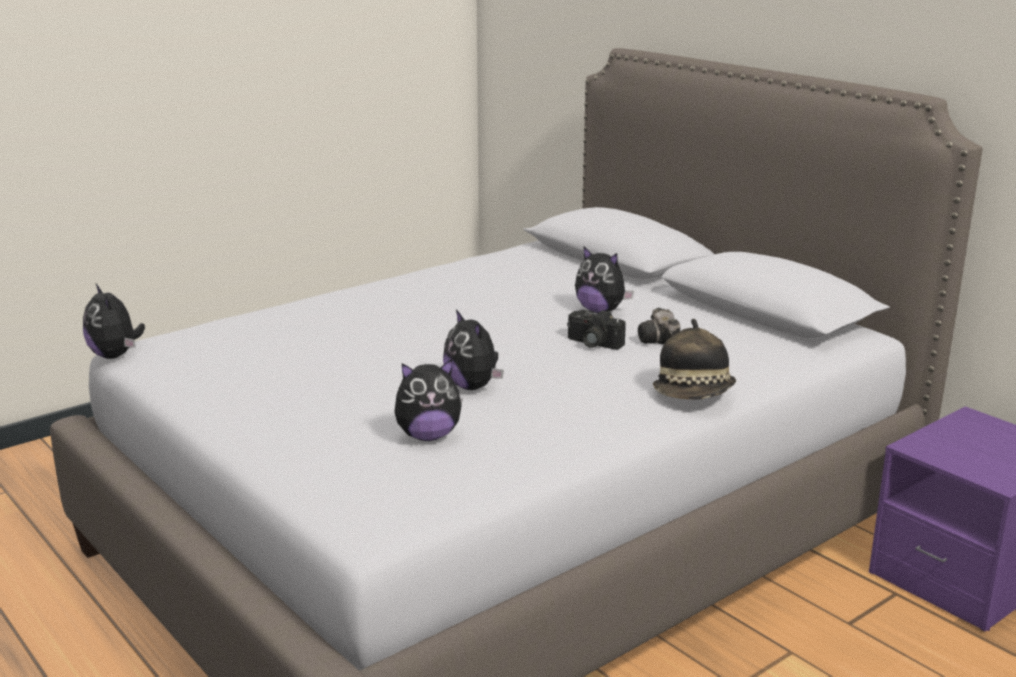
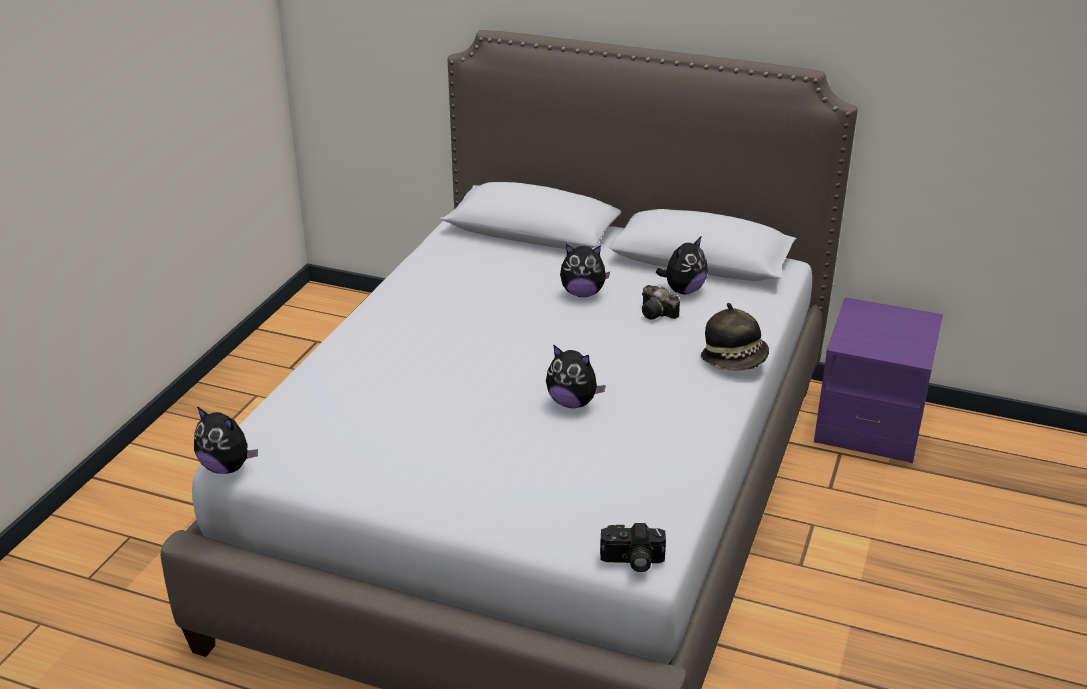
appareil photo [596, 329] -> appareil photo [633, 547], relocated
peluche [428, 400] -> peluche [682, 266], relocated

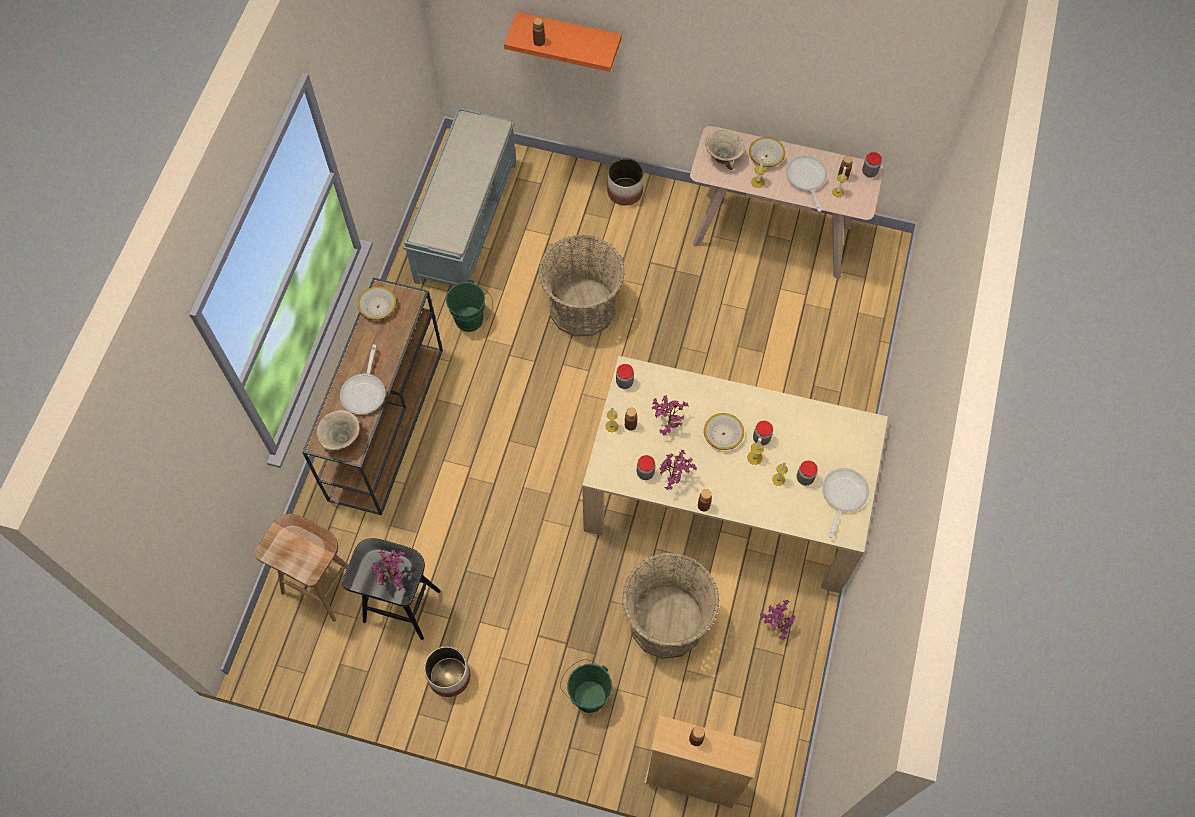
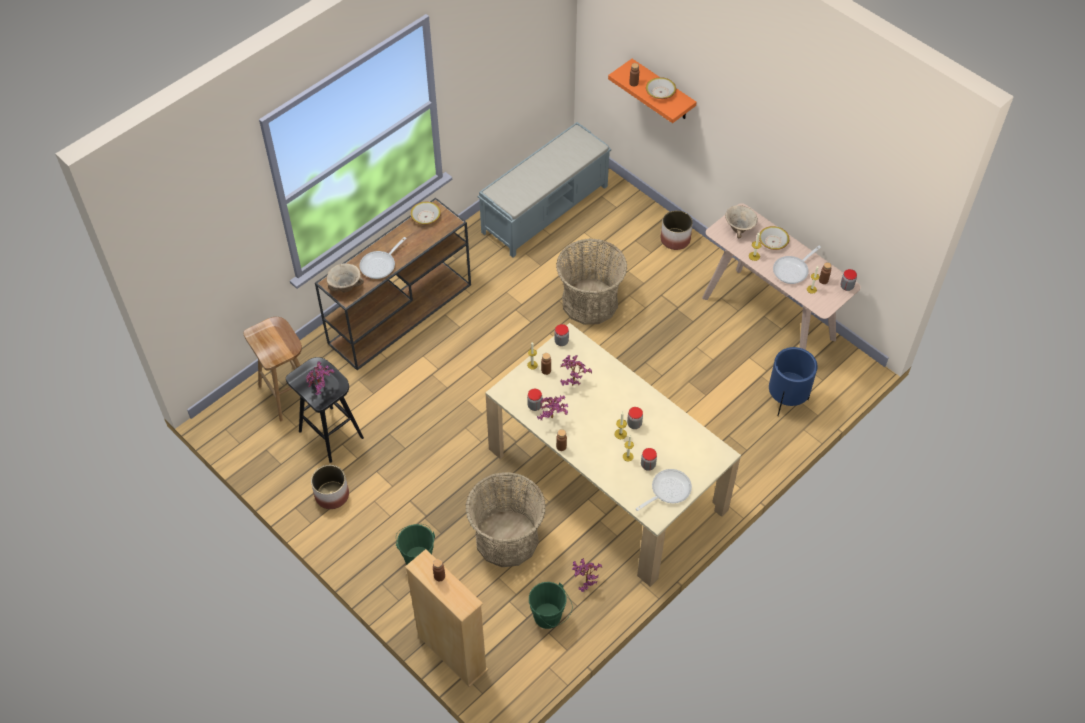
seau [vert] [469, 305] -> seau [vert] [550, 605], relocated
bol [724, 431] -> bol [661, 88], relocated
none -> cache-pot [bleu] [793, 381]
poêle [806, 184] -> poêle [797, 265], 150 degrees counterclockwise

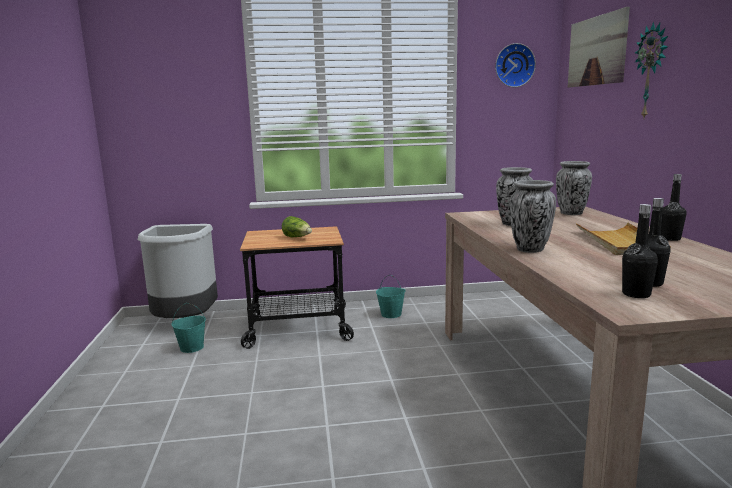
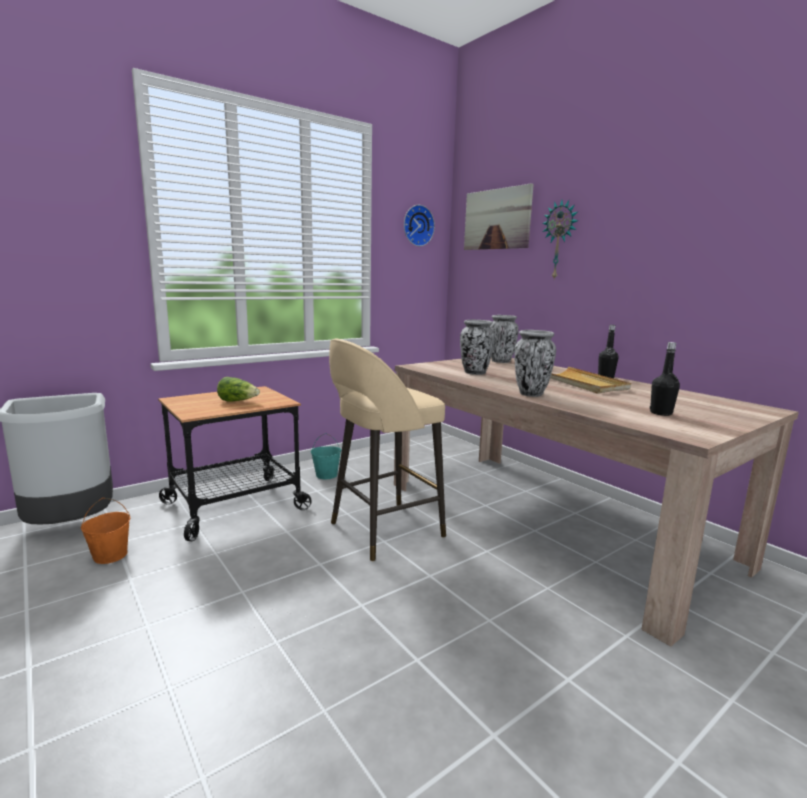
seau [turquoise] [189, 328] -> seau [orange] [105, 531]
none -> tabouret [beige] [387, 450]
bouteille [noir] [640, 251] -> none

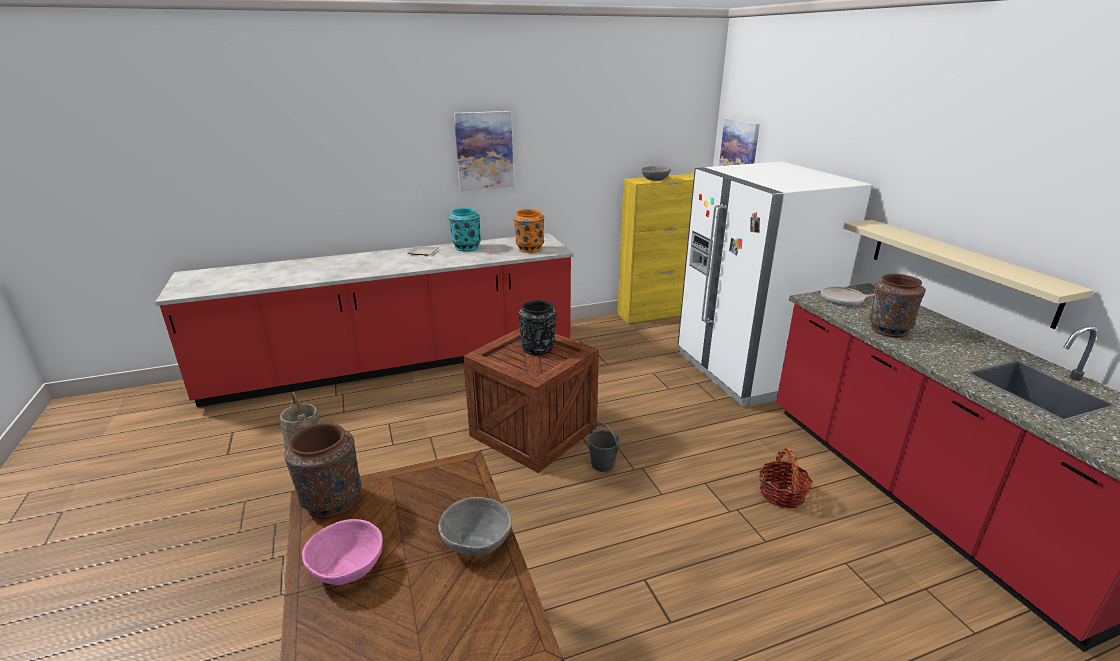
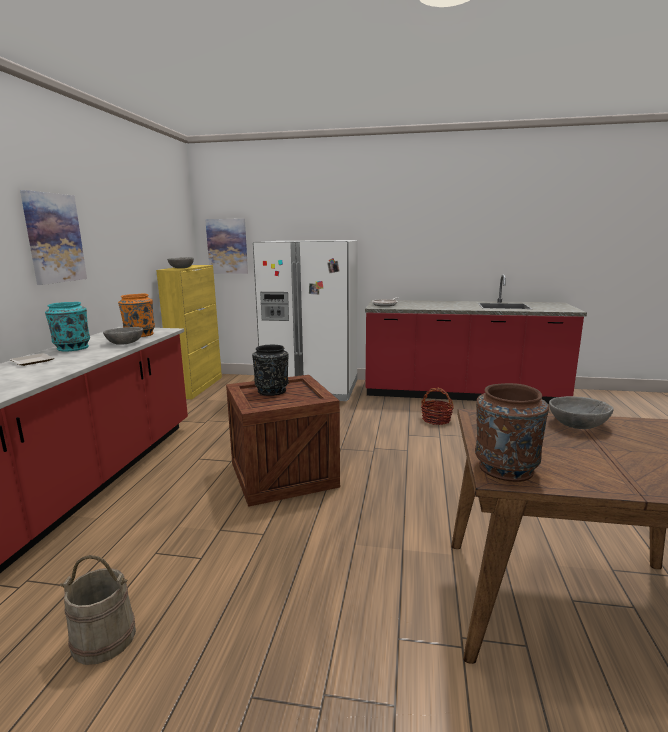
none -> bol [gris] [123, 336]
bol [rose] [342, 552] -> none
seau [gris] [604, 447] -> none
étagère [beige] [968, 274] -> none
vase [marron] [897, 306] -> none

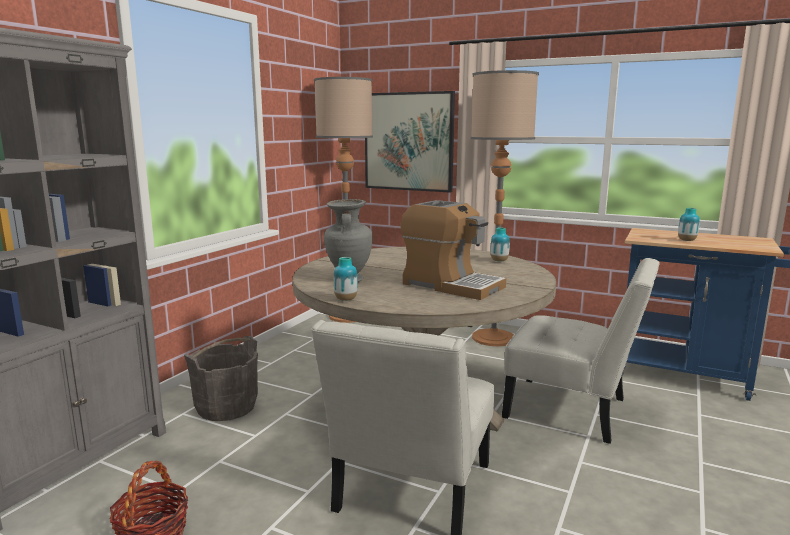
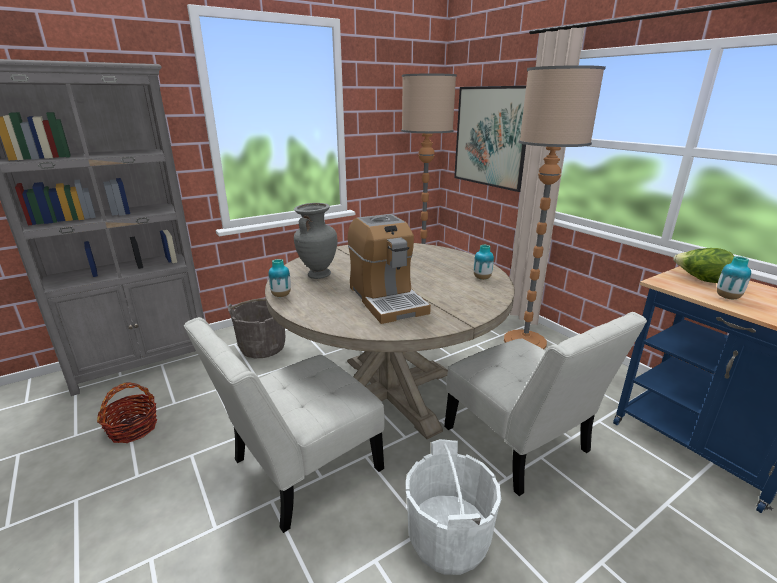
none -> seau [blanc] [453, 507]
none -> laitue [704, 265]

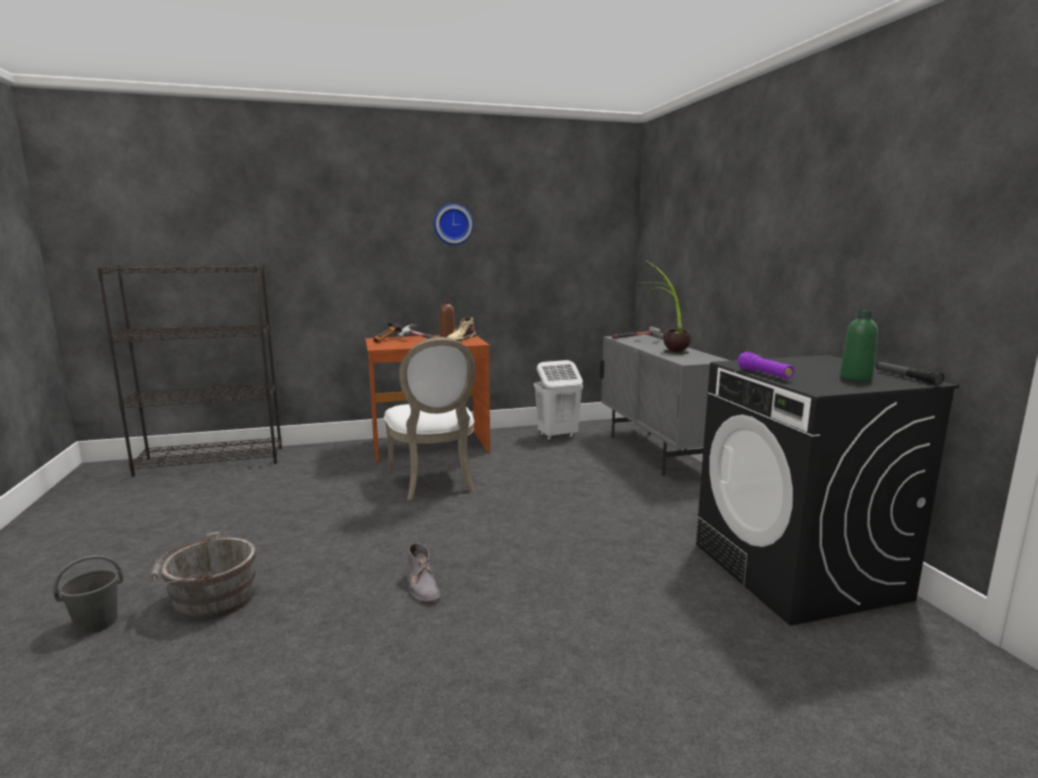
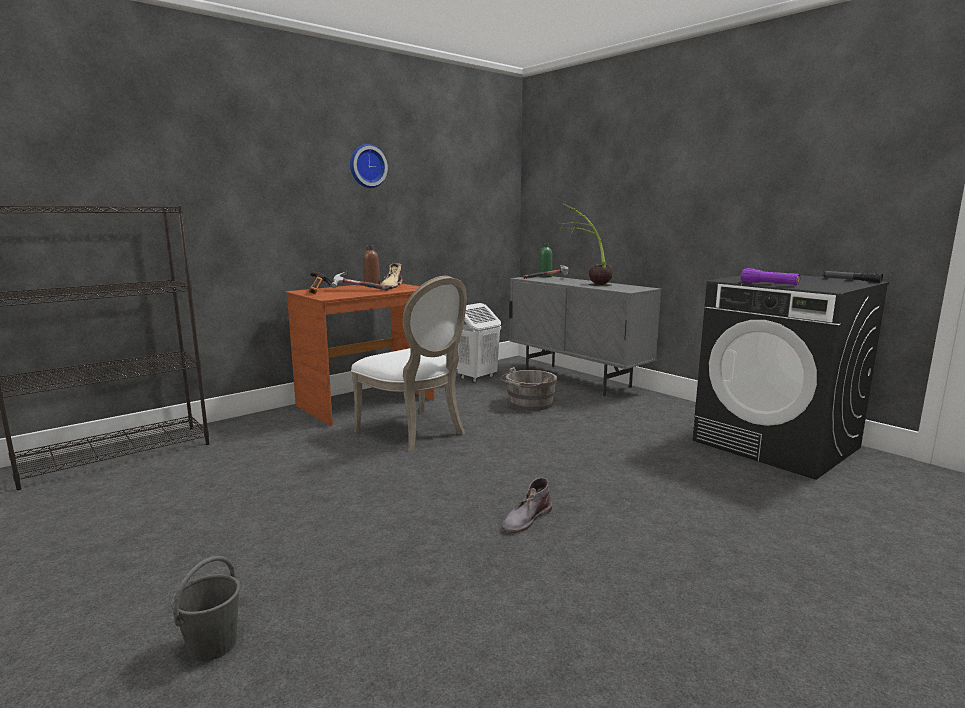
seau [gris] [203, 576] -> seau [gris] [528, 389], relocated
botte [gris] [423, 573] -> botte [gris] [526, 505], 90 degrees clockwise
bouteille [vert] [859, 345] -> bouteille [vert] [545, 260], relocated

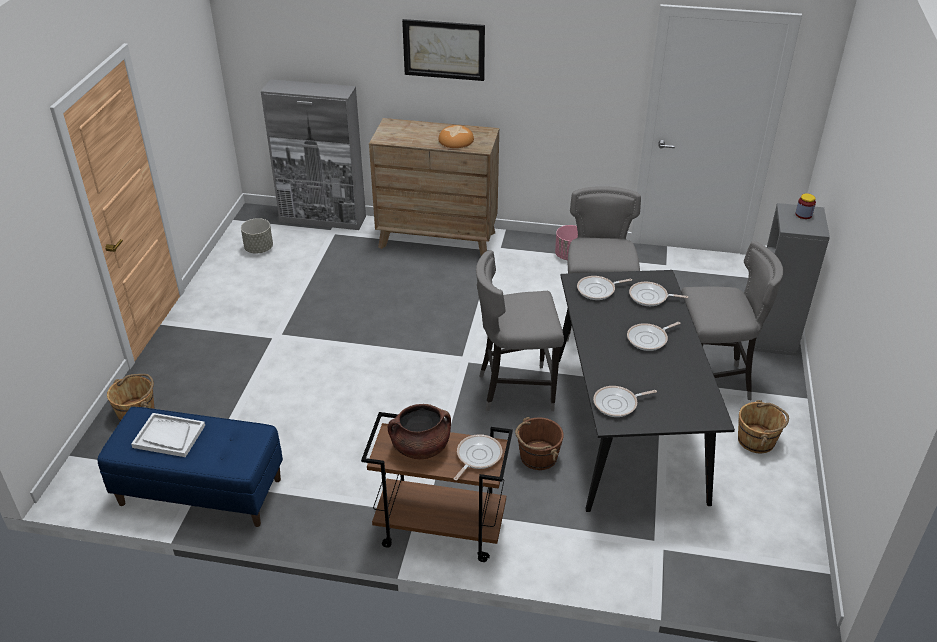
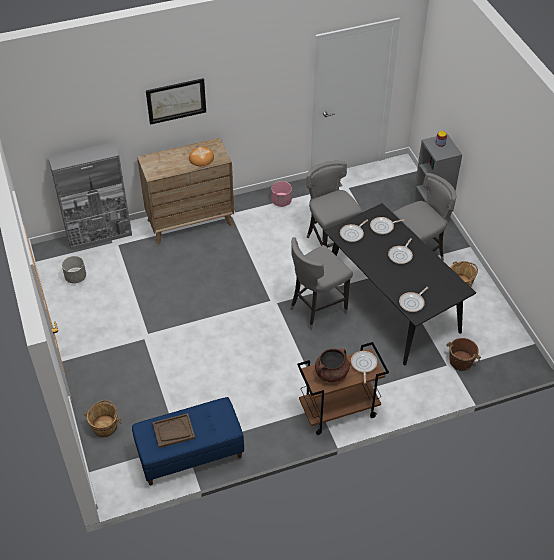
plateau [blanc] [168, 435] -> plateau [marron] [173, 430]
seau [marron] [539, 443] -> seau [marron] [463, 354], relocated

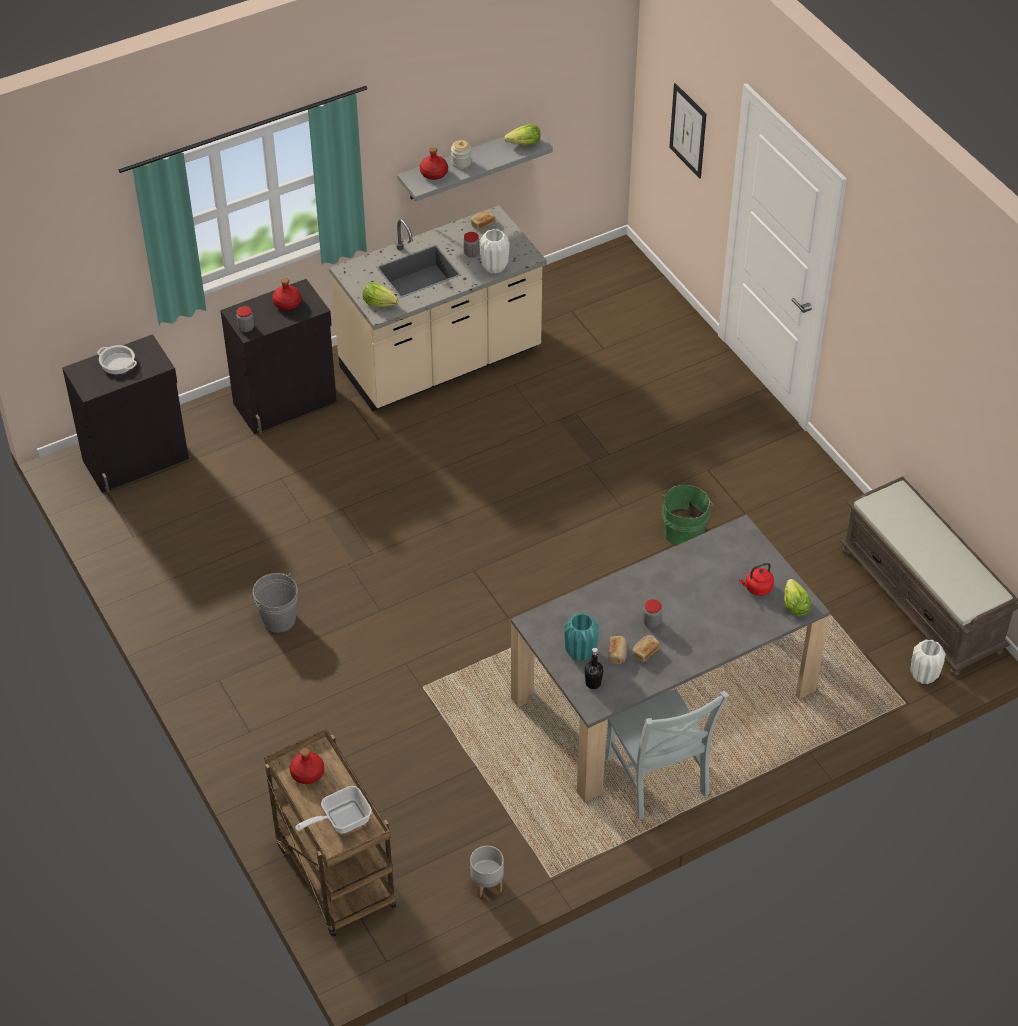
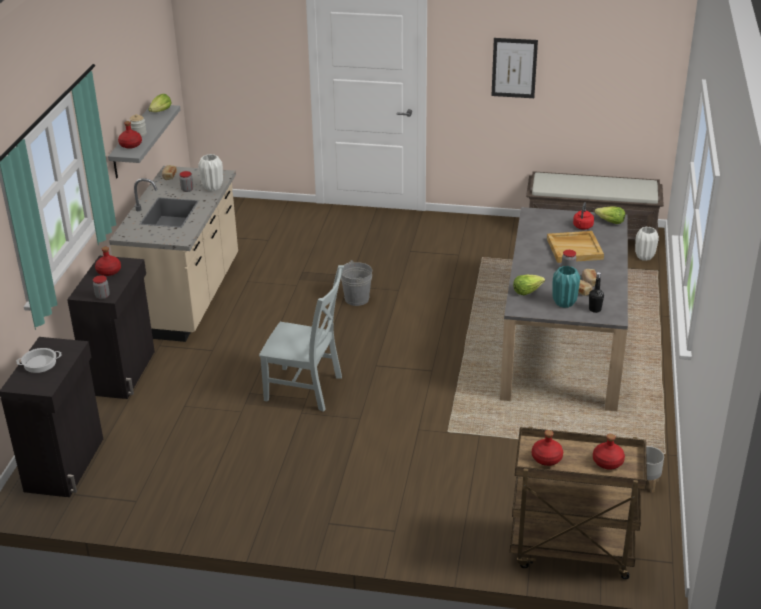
chaise [gris] [667, 754] -> chaise [gris] [301, 338], relocated
seau [gris] [275, 603] -> seau [gris] [356, 283], relocated
tableau [687, 131] -> tableau [514, 68], relocated
laitue [381, 294] -> laitue [529, 285], relocated
none -> plateau [beige] [575, 247]
poêle [333, 810] -> bouteille [rouge] [609, 452]
seau [vert] [688, 515] -> none

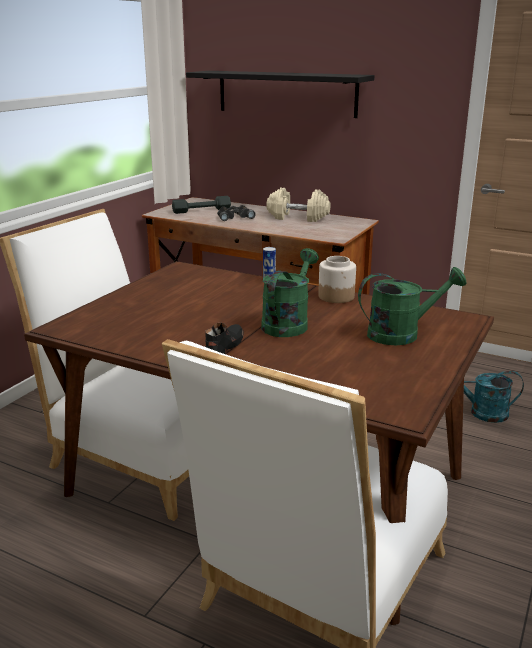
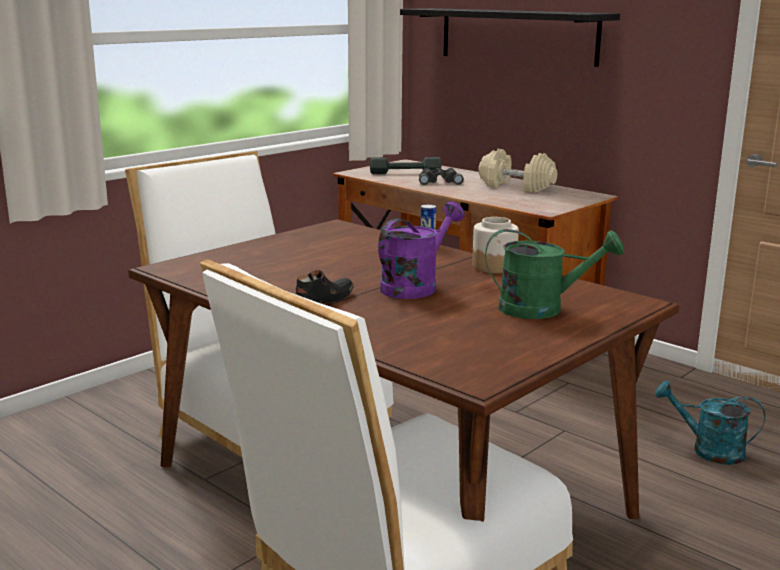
arrosoir [vert] [290, 292] -> arrosoir [violet] [421, 250]

